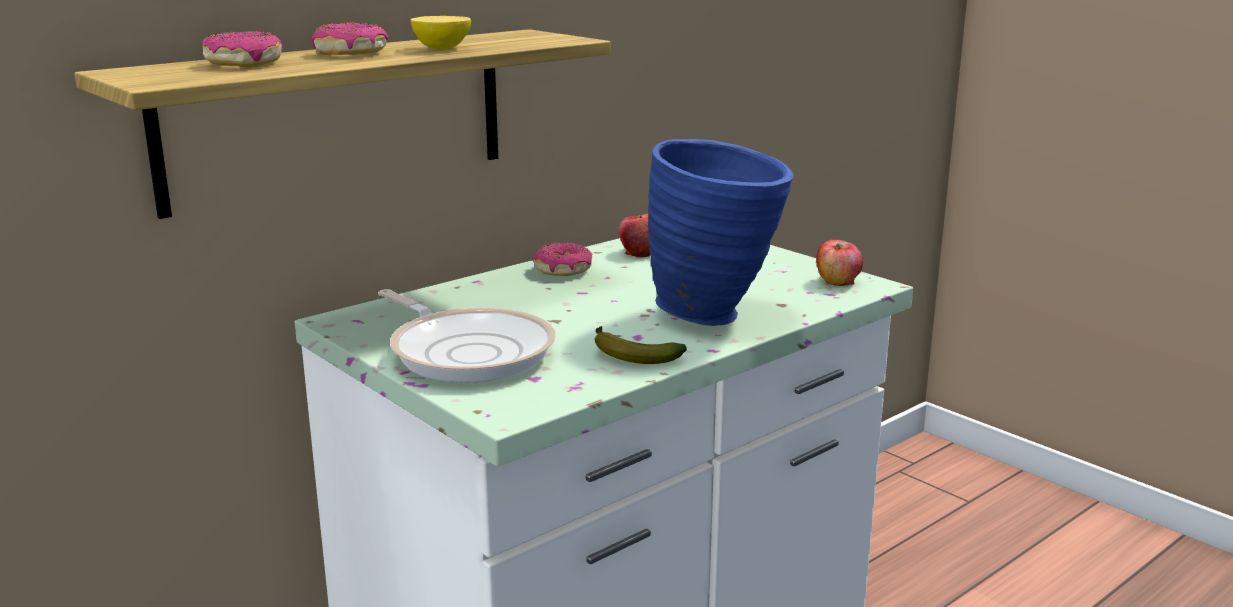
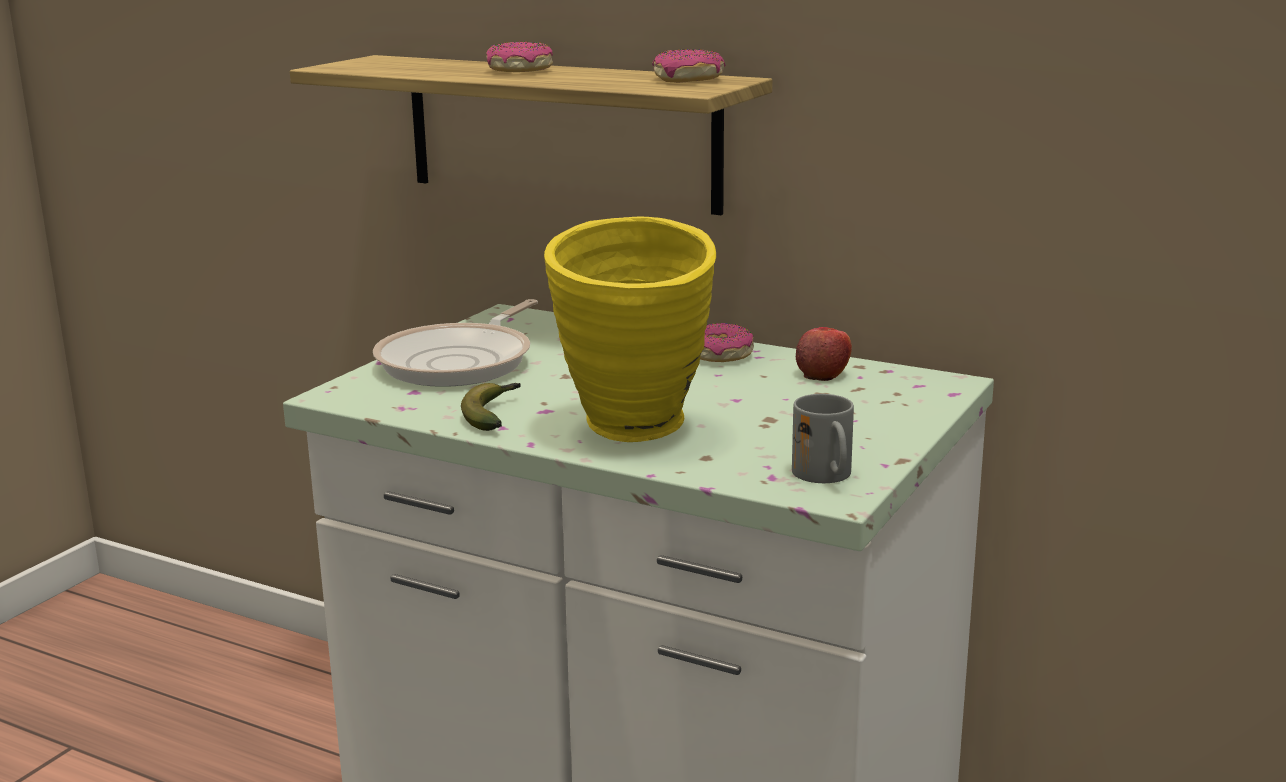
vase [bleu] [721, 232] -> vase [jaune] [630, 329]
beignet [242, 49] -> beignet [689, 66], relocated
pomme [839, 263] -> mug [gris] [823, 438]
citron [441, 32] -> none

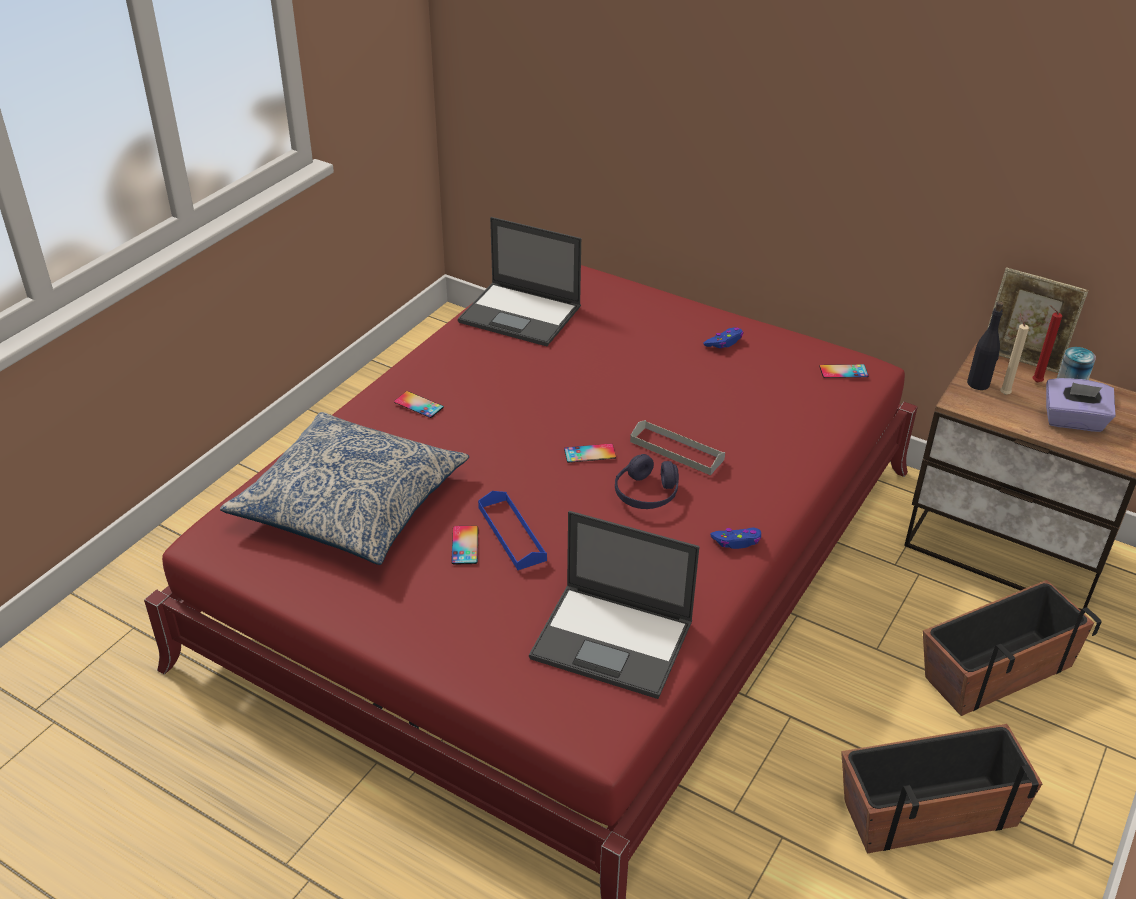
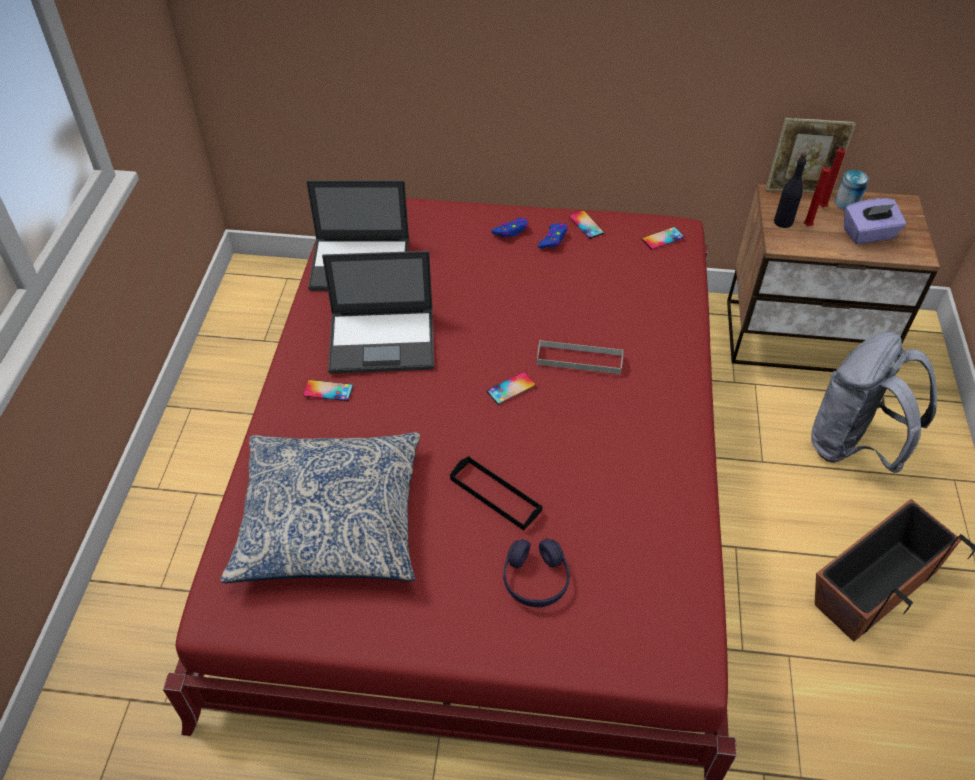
ordinateur portable [614, 605] -> ordinateur portable [378, 312], relocated
plateau [bleu] [512, 530] -> plateau [noir] [496, 493]
manette [bleu] [736, 538] -> manette [bleu] [509, 227], relocated
casque audio [violet] [647, 481] -> casque audio [violet] [536, 572], relocated
téléphone [464, 545] -> téléphone [586, 224], relocated
bougie [beige] [1014, 354] -> bougie [rouge] [817, 192]
cache-pot [1012, 648] -> sac à dos [gris] [874, 402]

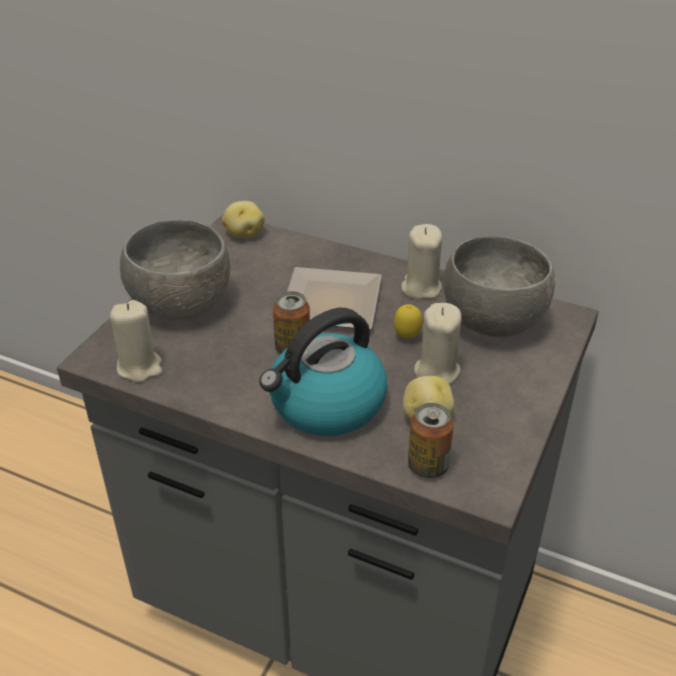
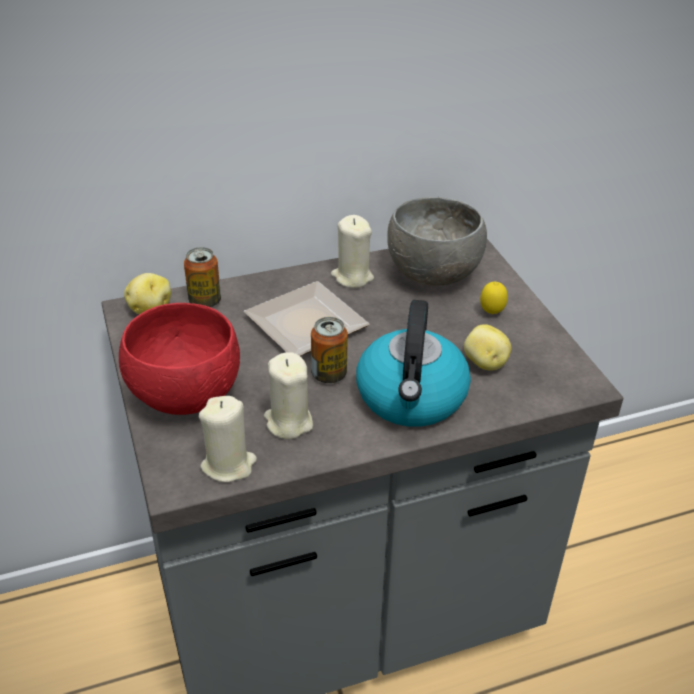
bol [gris] [175, 269] -> bol [rouge] [179, 359]
boîte métallique [431, 440] -> boîte métallique [202, 277], relocated
bougie [beige] [438, 344] -> bougie [beige] [288, 395], relocated
citron [408, 321] -> citron [494, 298], relocated

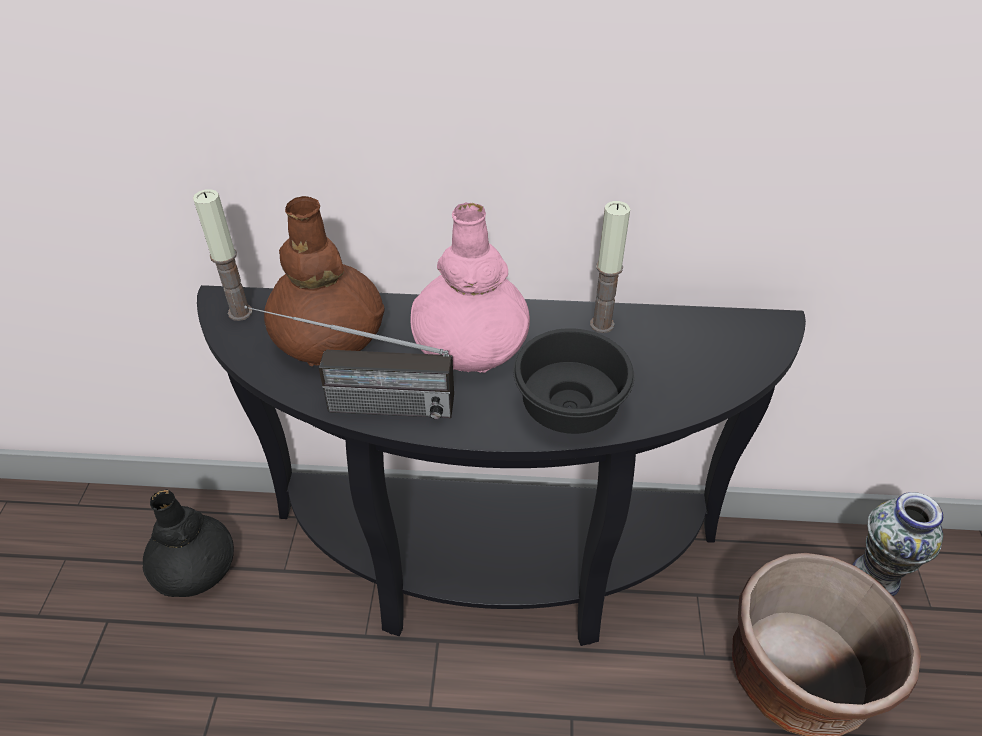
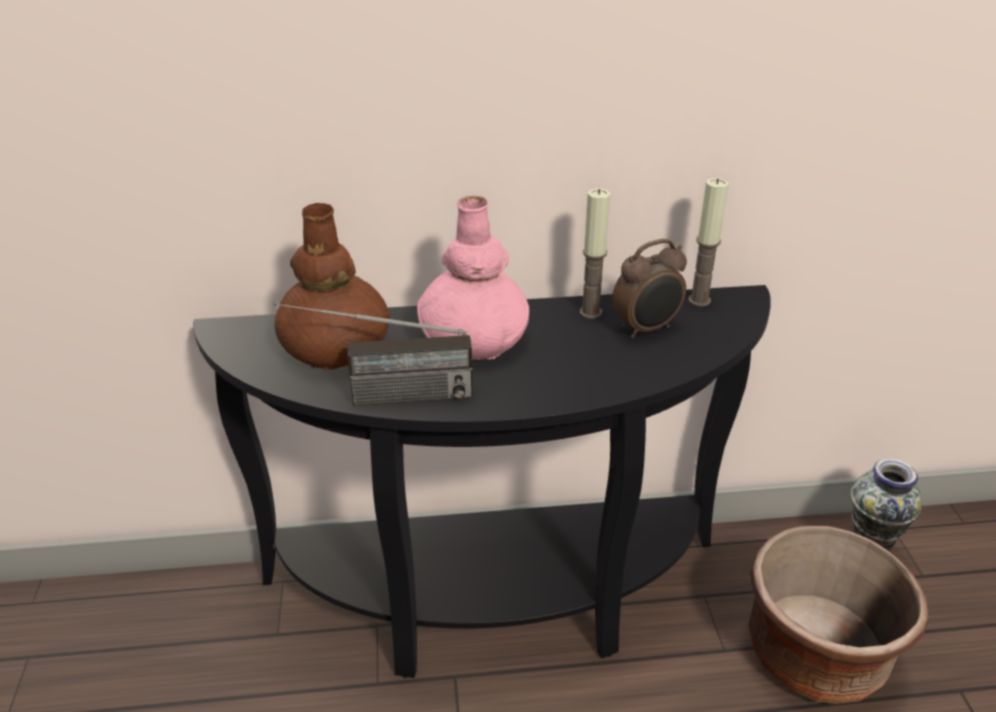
none -> réveil [649, 289]
bougie [222, 255] -> bougie [708, 242], relocated
vase [noir] [188, 543] -> none
bol [noir] [573, 381] -> none

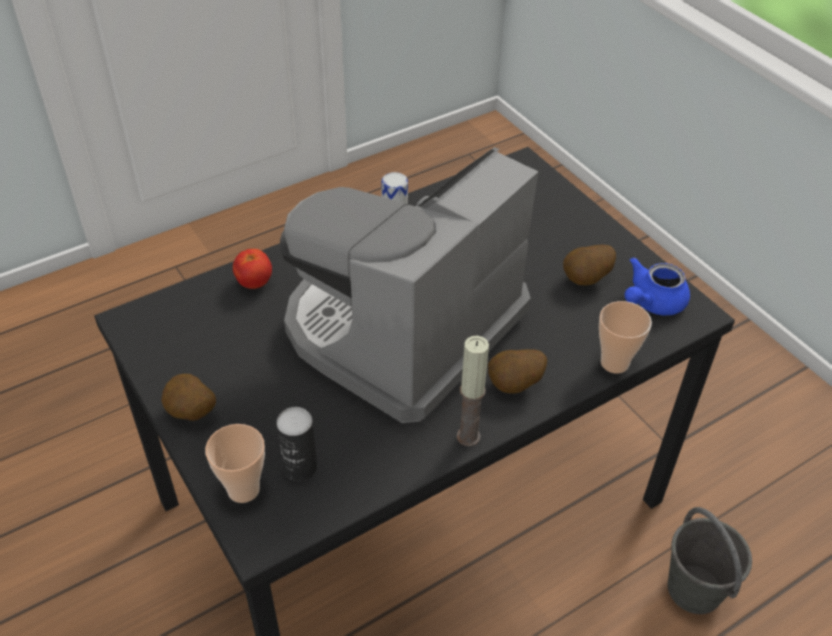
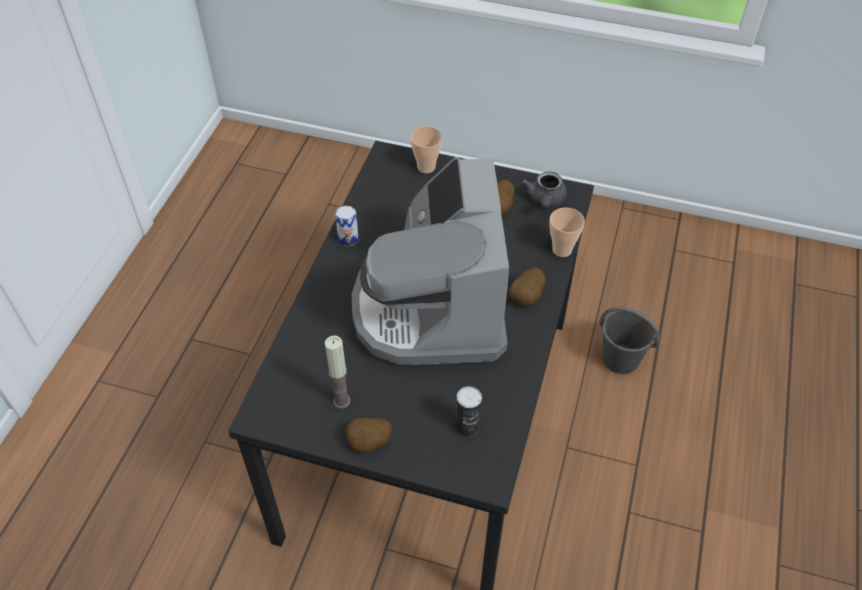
bougie [473, 391] -> bougie [337, 372], relocated
tasse [235, 463] -> tasse [426, 149], relocated
théière [bleu] [657, 286] -> théière [gris] [544, 190]
tomate [252, 269] -> none

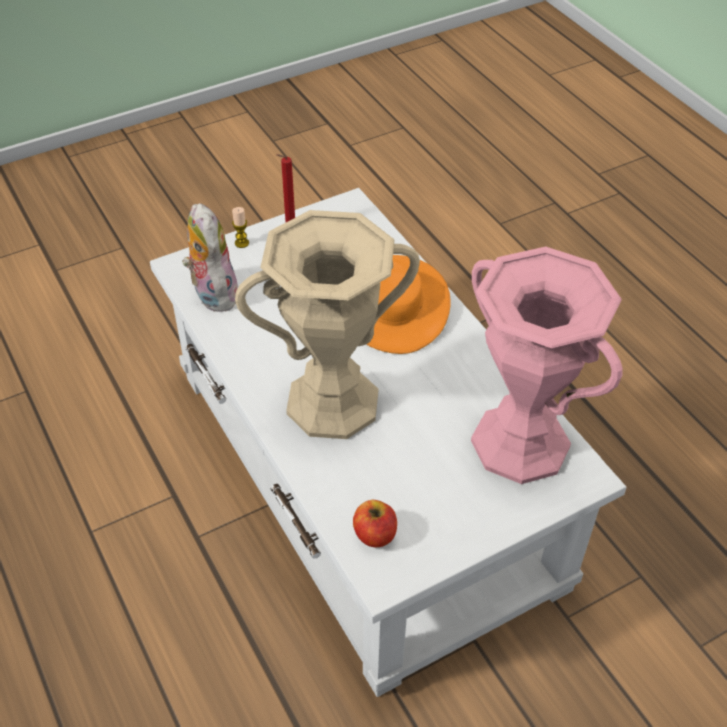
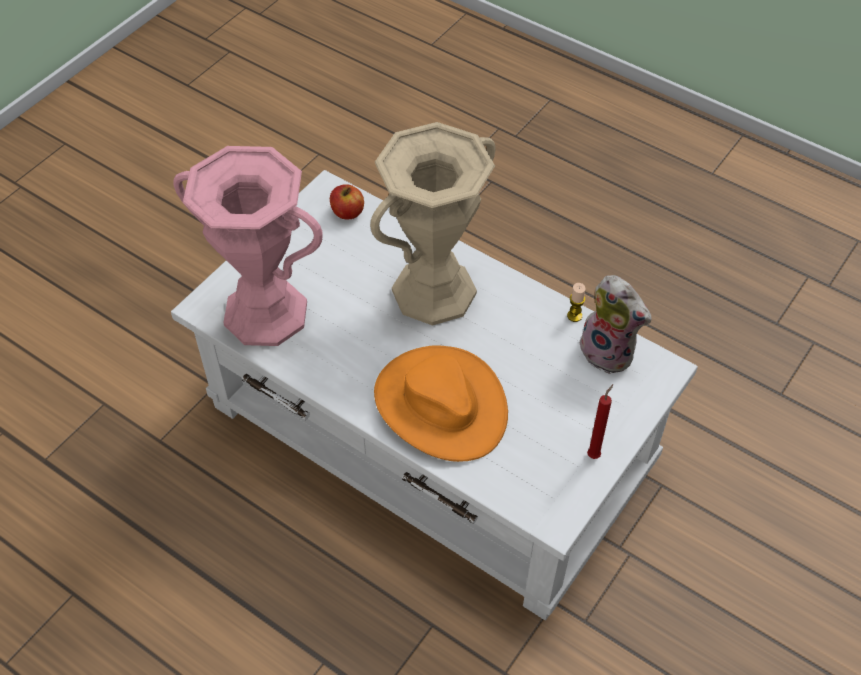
bougie [240, 227] -> bougie [576, 302], relocated

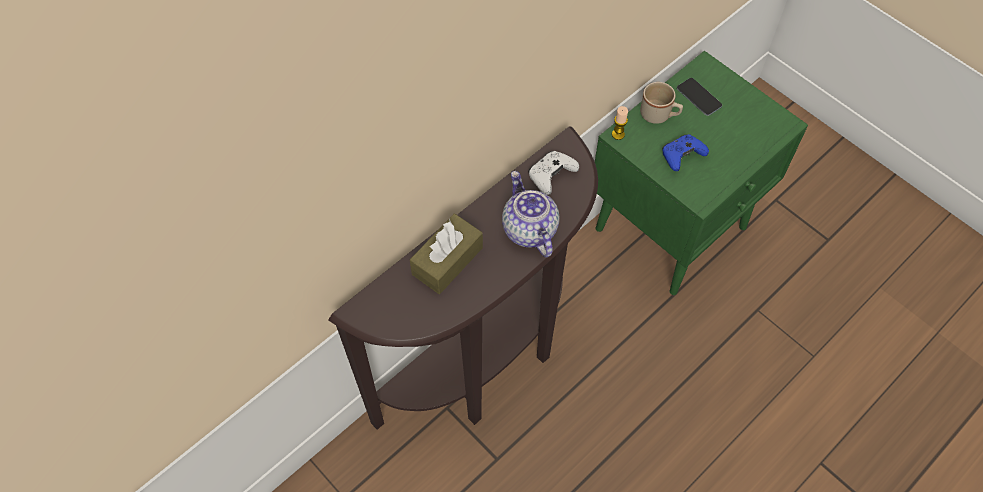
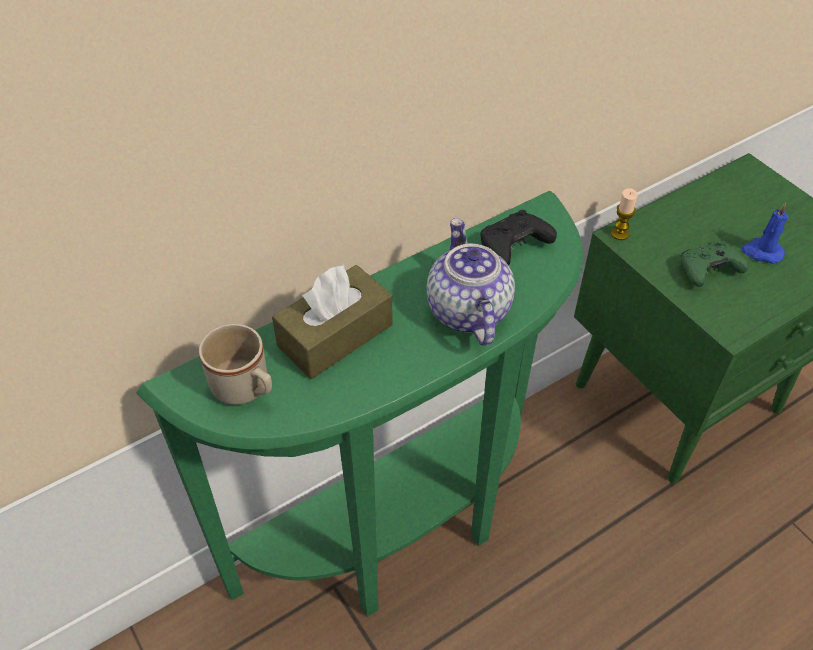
table console [marron] [463, 278] -> table console [vert] [359, 404]
mug [beige] [661, 103] -> mug [beige] [235, 364], relocated
manette [blanc] [554, 173] -> manette [noir] [518, 238]
manette [bleu] [685, 152] -> manette [vert] [715, 264]
none -> bougie [bleu] [764, 233]
téléphone [699, 97] -> none

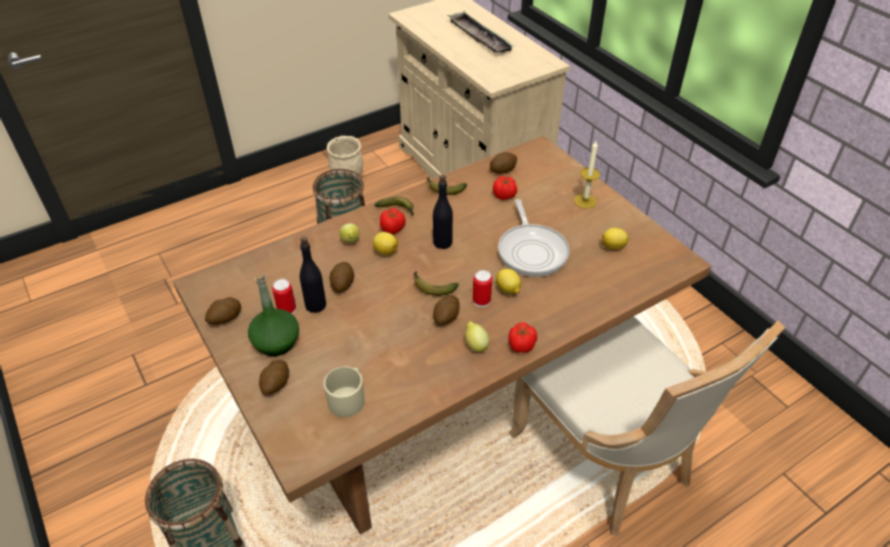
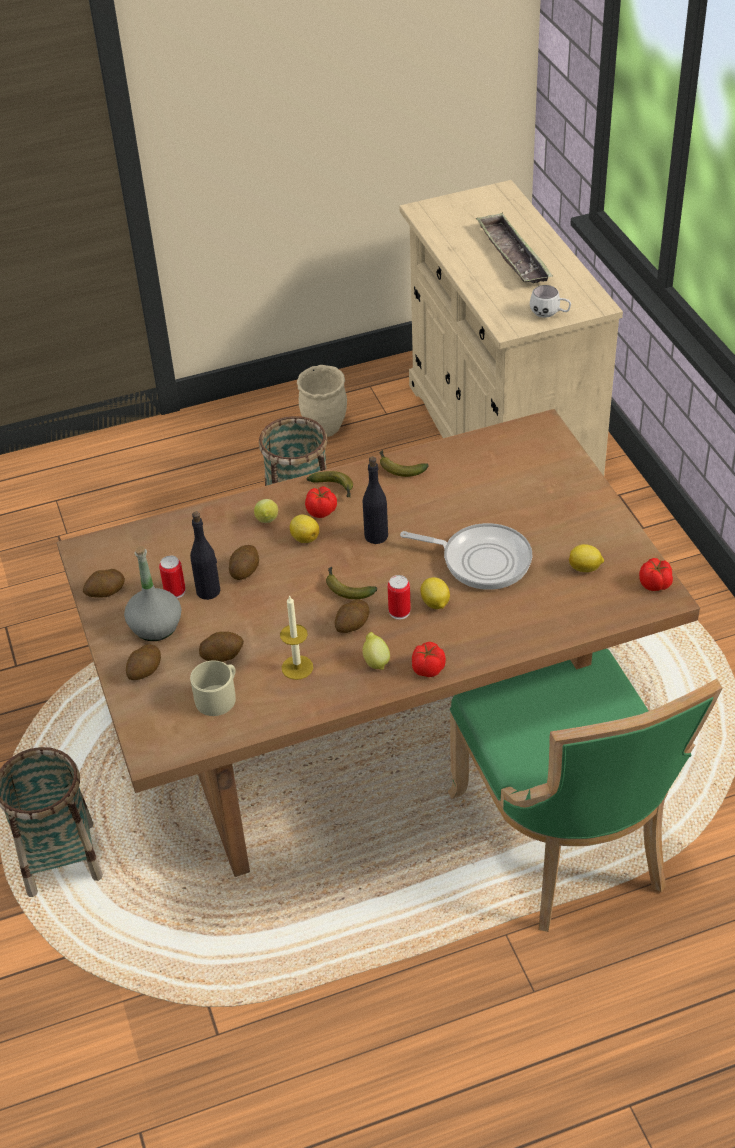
bouteille [vert] [273, 314] -> bouteille [gris] [152, 593]
pomme de terre [503, 163] -> pomme de terre [221, 647], relocated
bougie [587, 175] -> bougie [296, 637], relocated
poêle [534, 238] -> poêle [466, 556], 75 degrees counterclockwise
chaise [beige] [647, 425] -> chaise [vert] [585, 790]
none -> mug [blanc] [550, 301]
tomate [505, 188] -> tomate [656, 574], relocated

